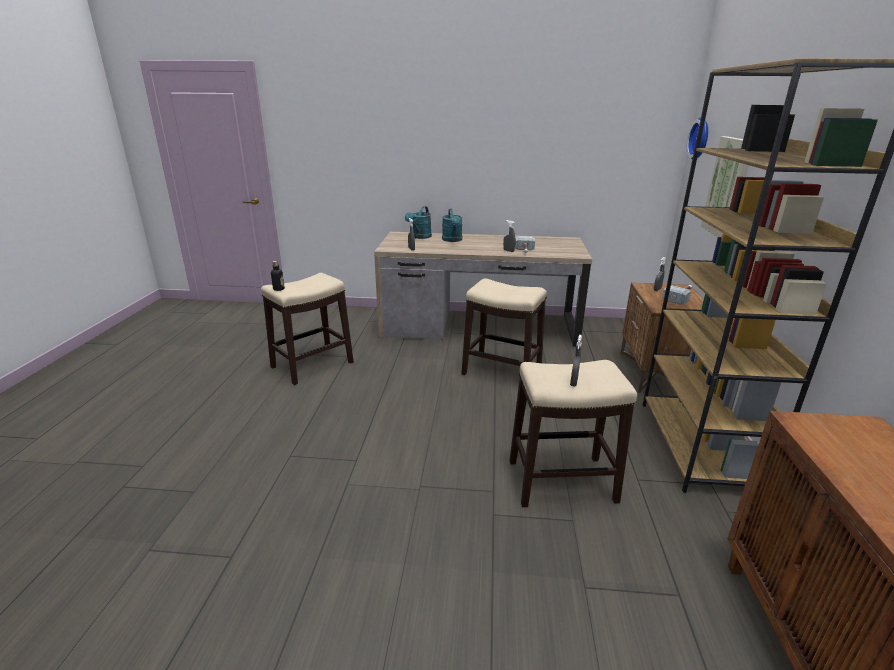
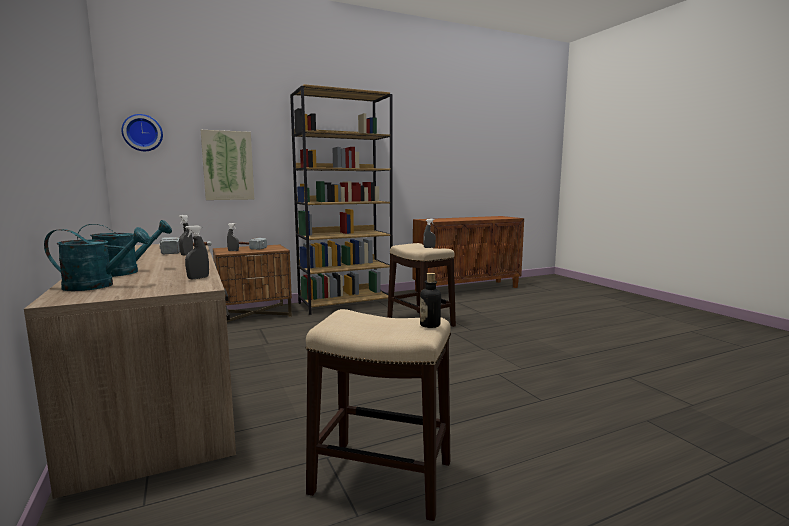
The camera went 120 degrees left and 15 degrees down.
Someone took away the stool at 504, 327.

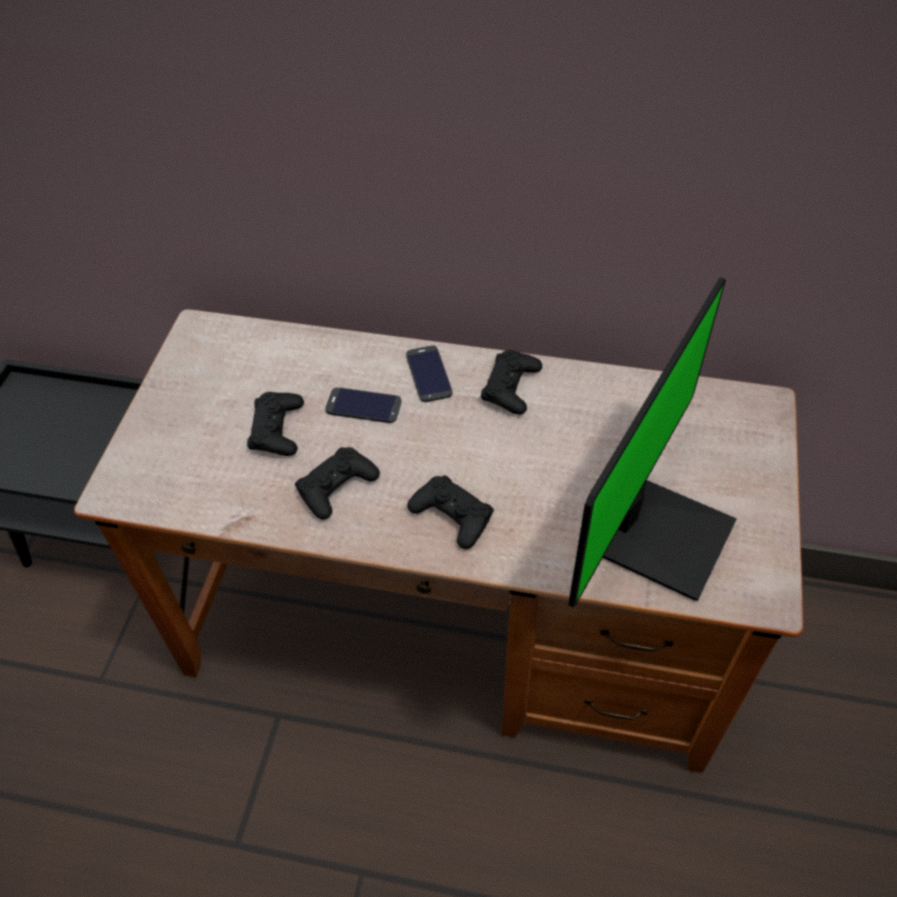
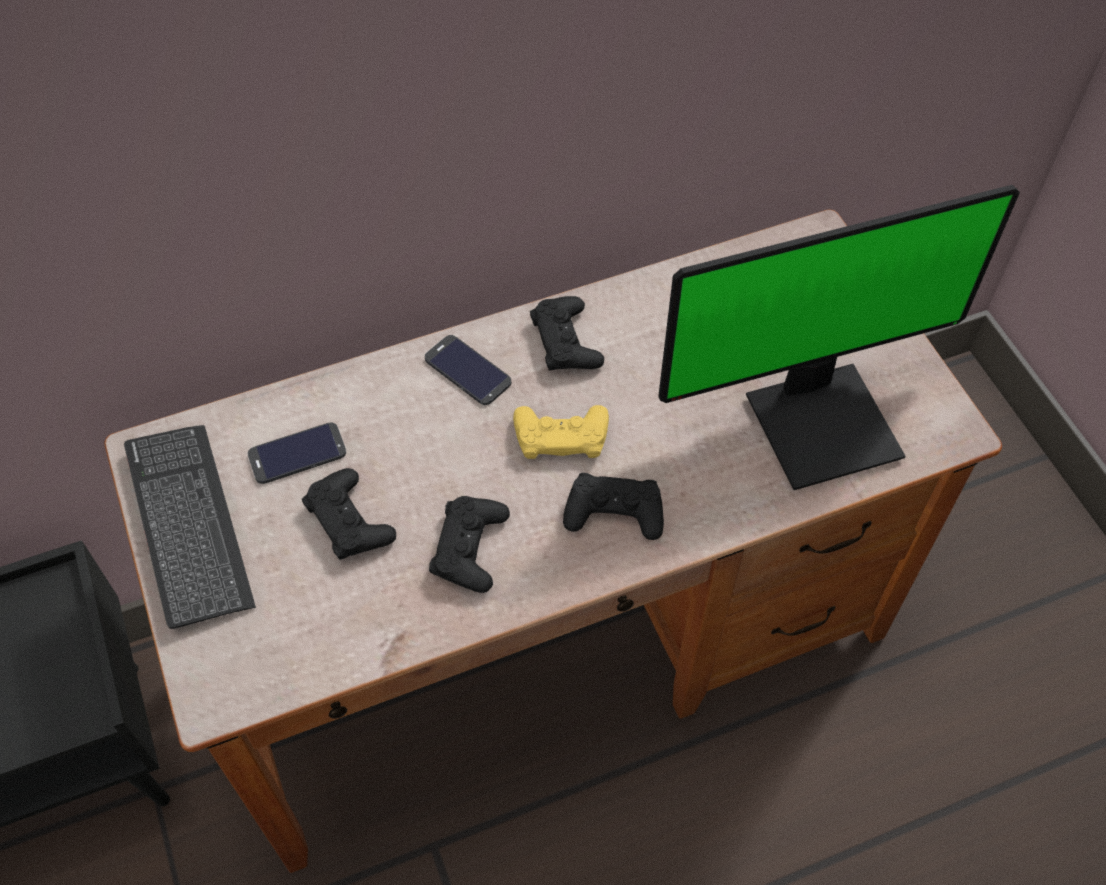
The camera went 35 degrees left and 5 degrees up.
Someone put down the keyboard at 190, 527.
Someone put down the yellow game controller at 561, 432.
Someone carried the phone from 363, 405 to 297, 453.
Someone rotated the monitor at 652, 442 by 75 degrees clockwise.

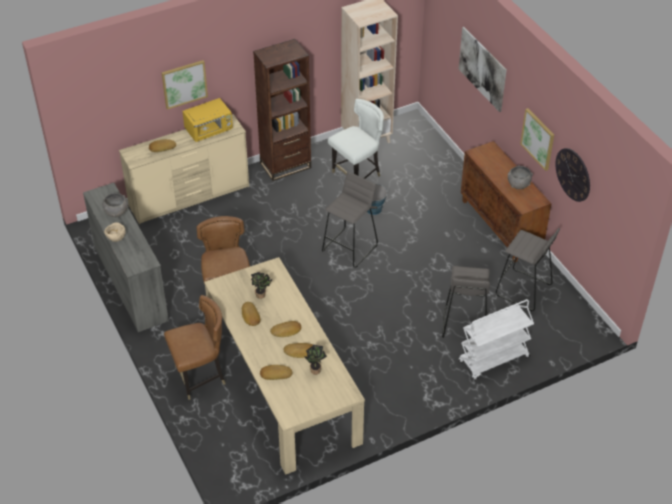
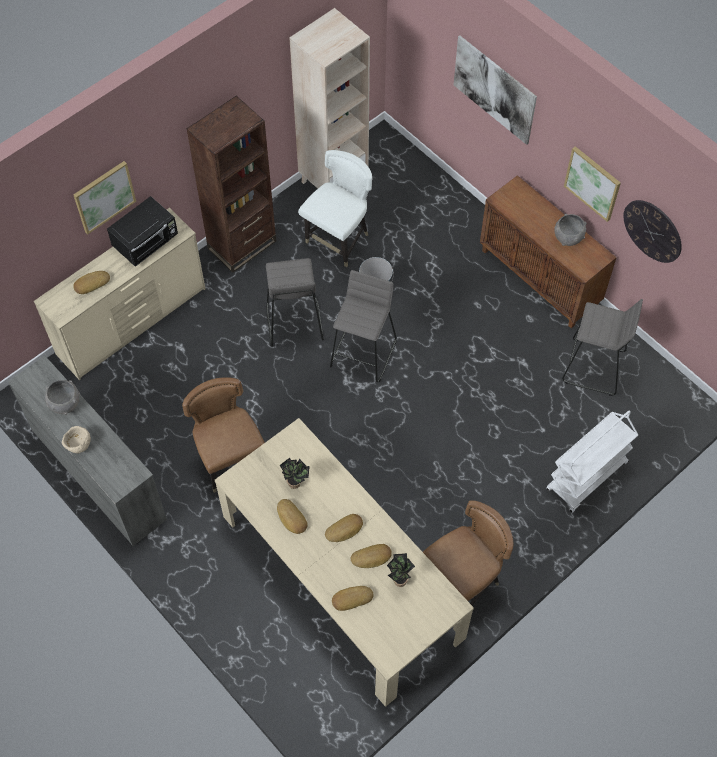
The camera went 15 degrees left and 15 degrees up.
Someone carried the brown chair from 195, 347 to 468, 553.
Someone carried the grey stool from 466, 302 to 295, 302.
Someone repainted the yellow microwave at 208, 120, which became the black microwave at 142, 231.

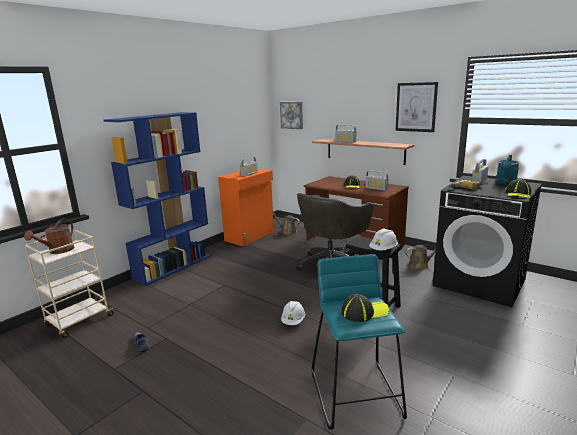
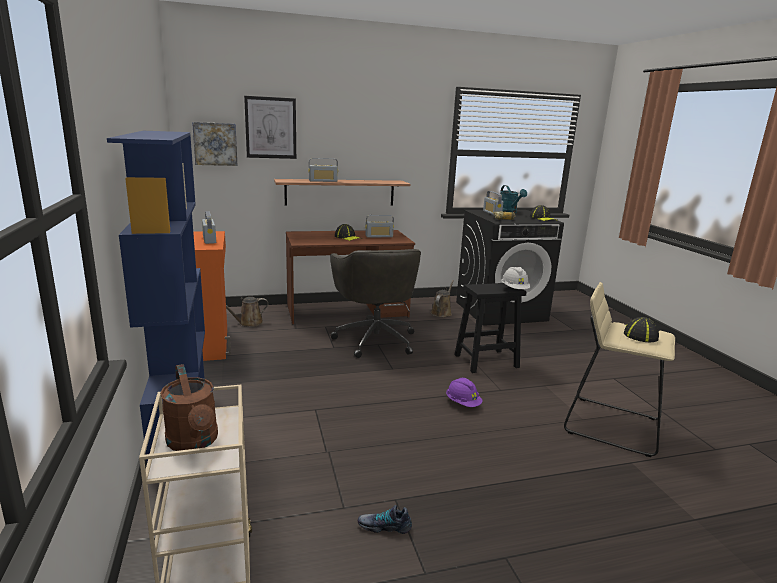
The camera went 55 degrees left and 0 degrees up.
Someone carried the picture from 417, 107 to 270, 127.
Someone repainted the white hard hat at 293, 313, which became the purple hard hat at 464, 392.
Someone repainted the turquoise stool at 359, 342, which became the beige stool at 619, 369.

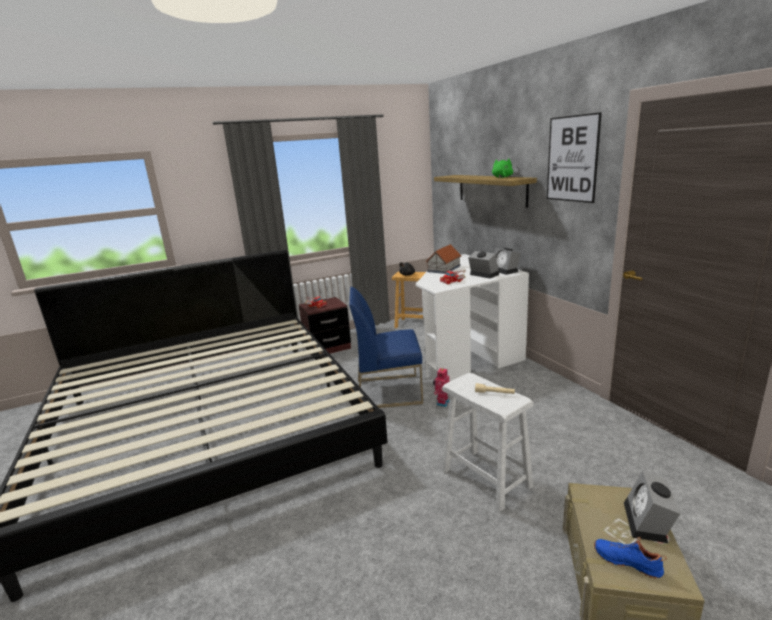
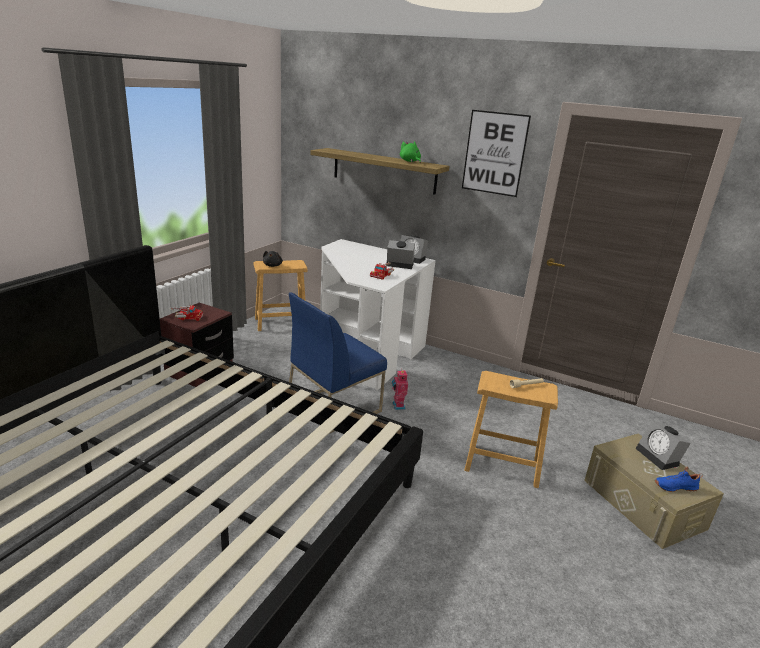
The camera went 40 degrees left and 5 degrees up.
Someone took away the toy house at 443, 259.
Someone repainted the white stool at 487, 442, which became the brown stool at 511, 429.

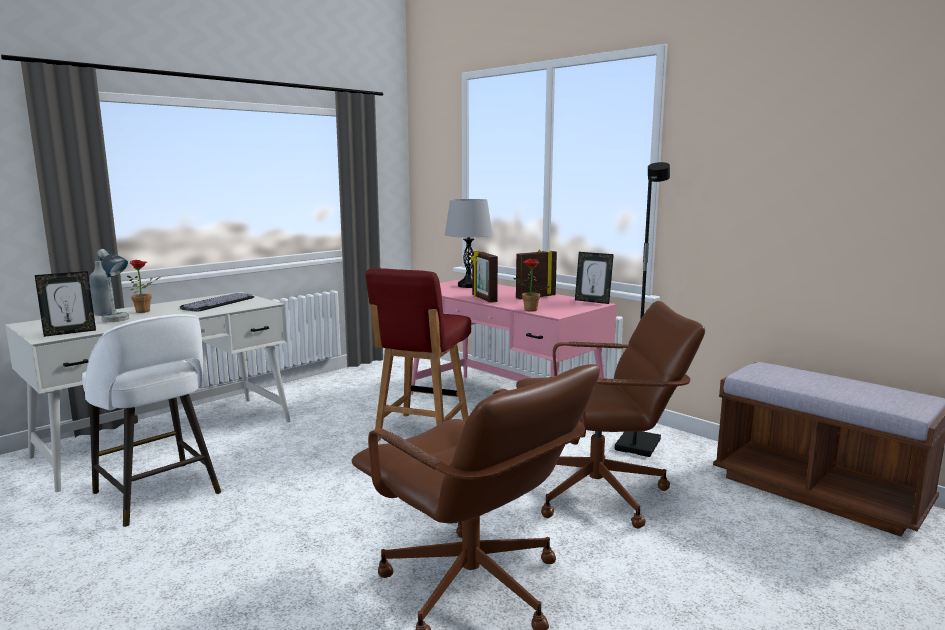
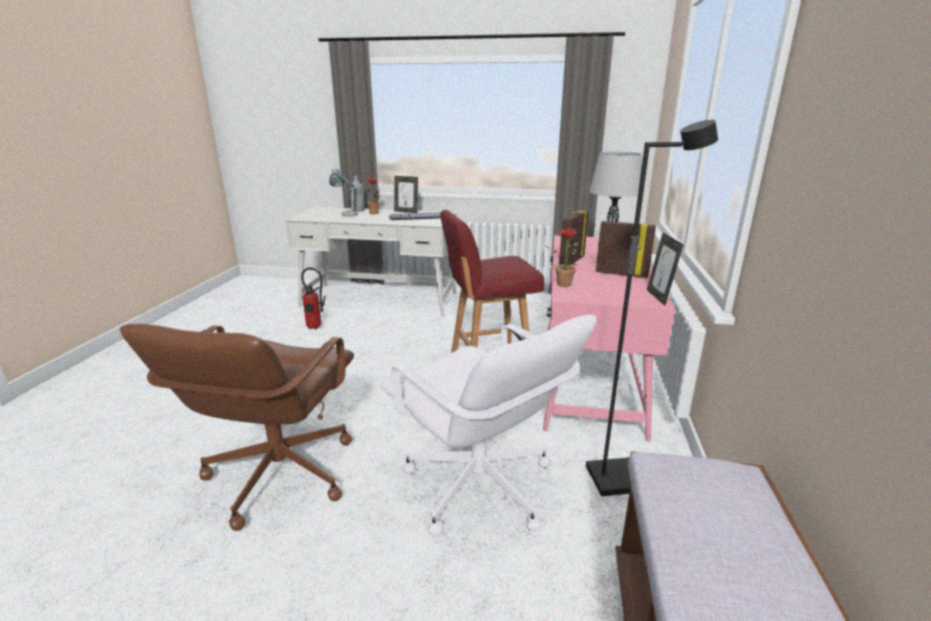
The camera went 55 degrees right and 10 degrees up.
Someone carried the picture frame from 65, 304 to 406, 194.
Someone swapped the white stool at 151, 420 for the fire extinguisher at 313, 298.
Someone repainted the brown office chair at 610, 414, which became the white office chair at 488, 425.

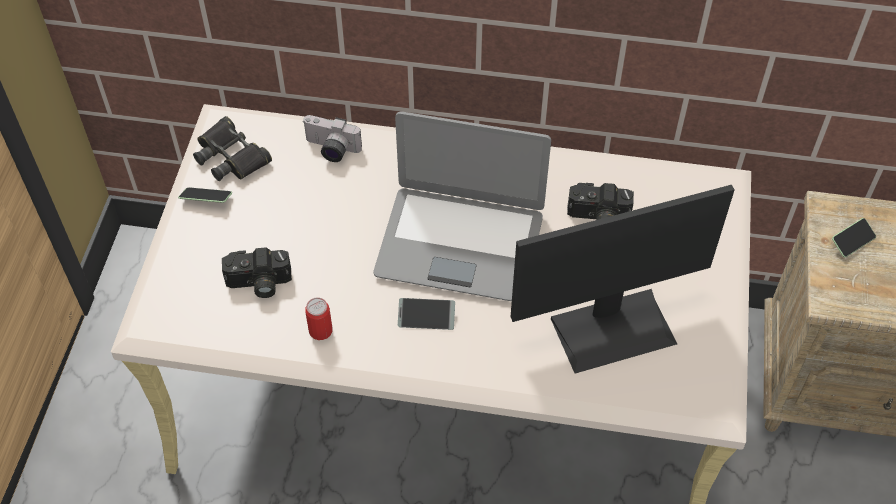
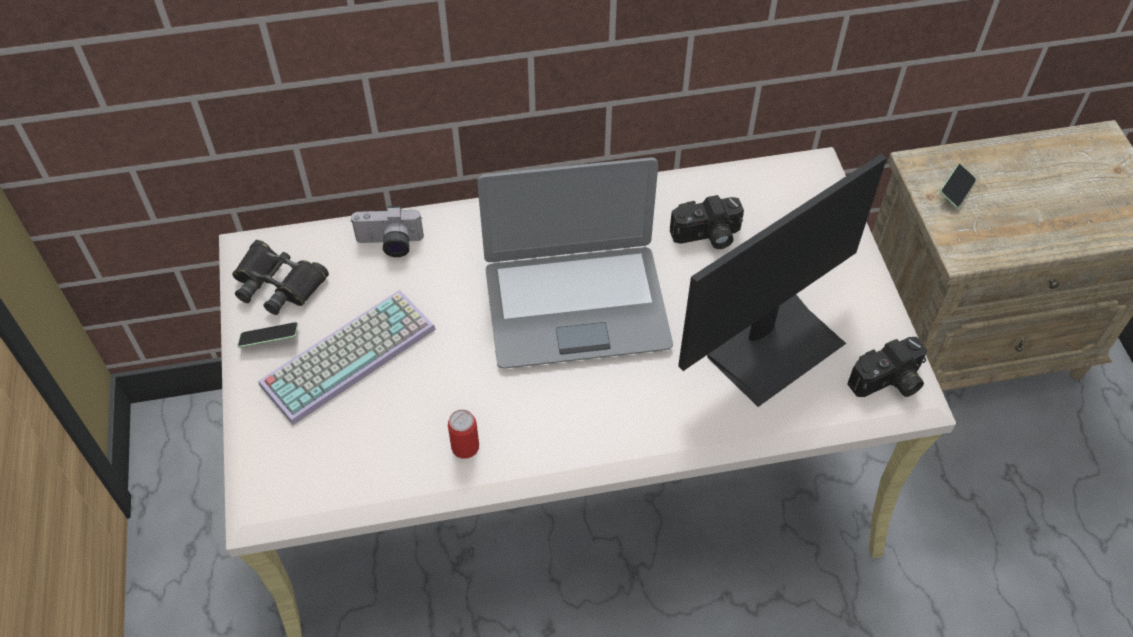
The camera went 20 degrees left and 0 degrees up.
Someone took away the phone at 426, 314.
Someone put down the keyboard at 347, 357.
Someone carried the photo camera from 257, 272 to 887, 367.

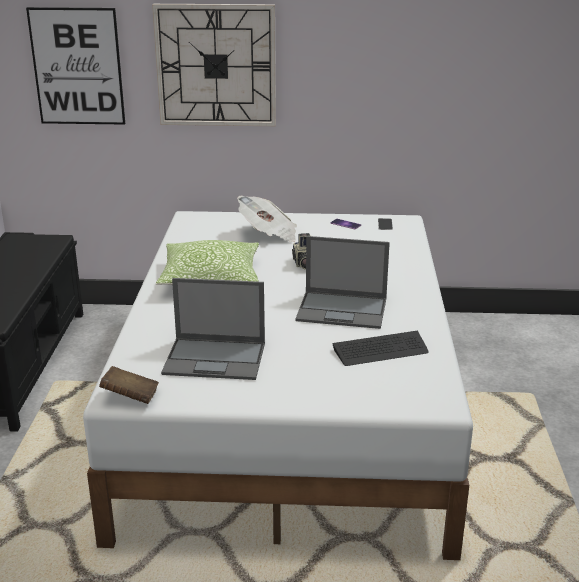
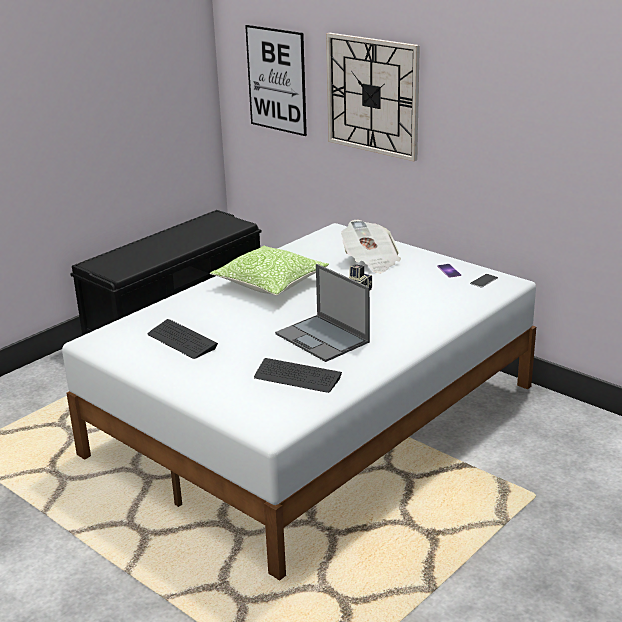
The camera went 40 degrees right and 0 degrees up.
Someone took away the brown book at 129, 385.
Someone swapped the laptop at 213, 329 for the keyboard at 183, 339.

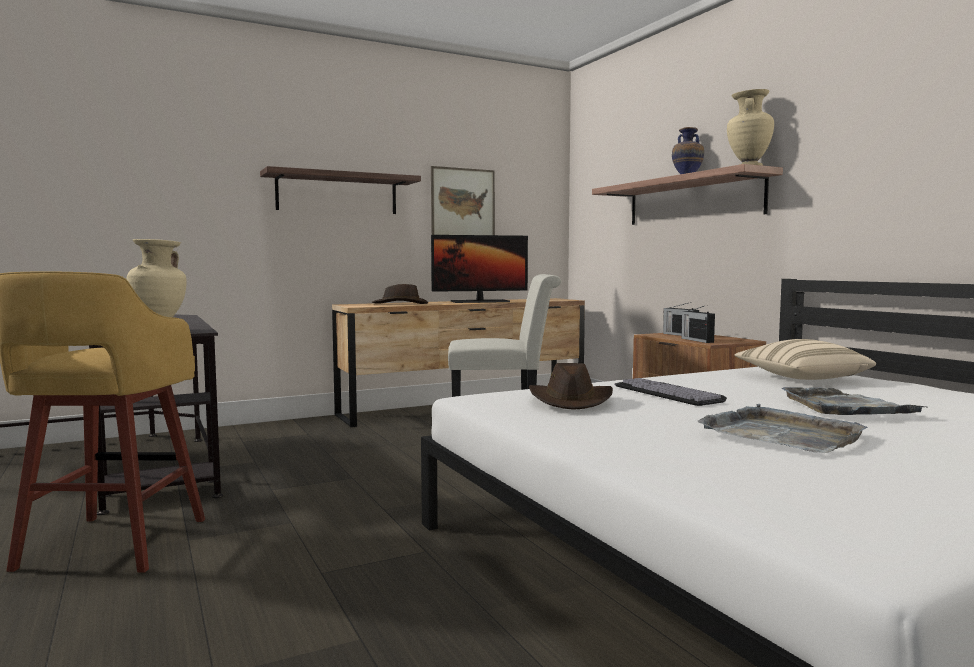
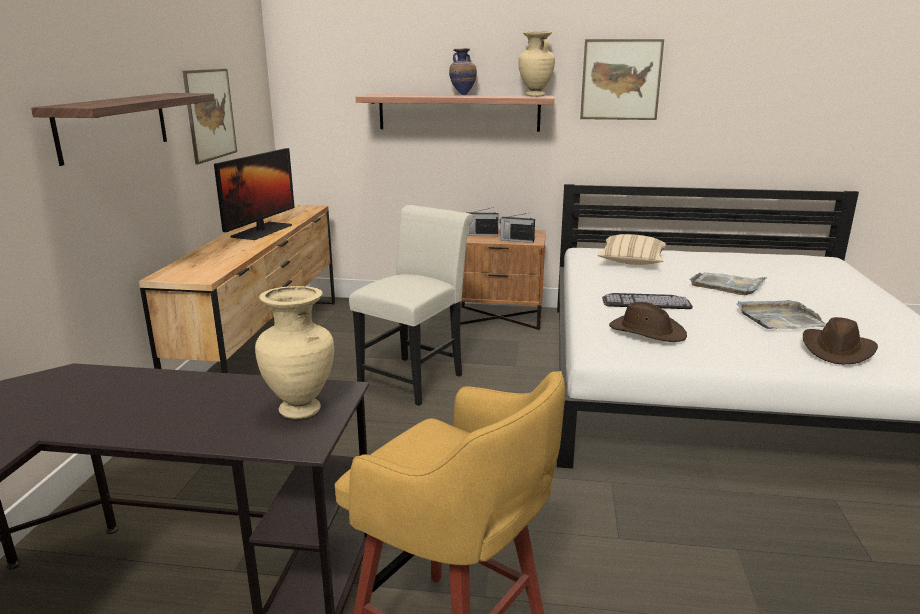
The camera went 55 degrees left and 15 degrees up.
Someone put up the picture at 622, 79.
Someone carried the brown hat from 400, 294 to 840, 340.

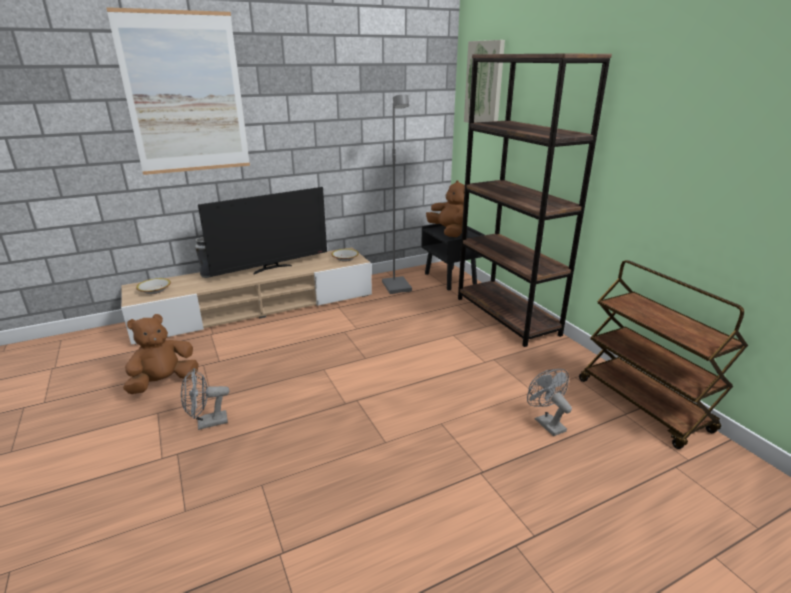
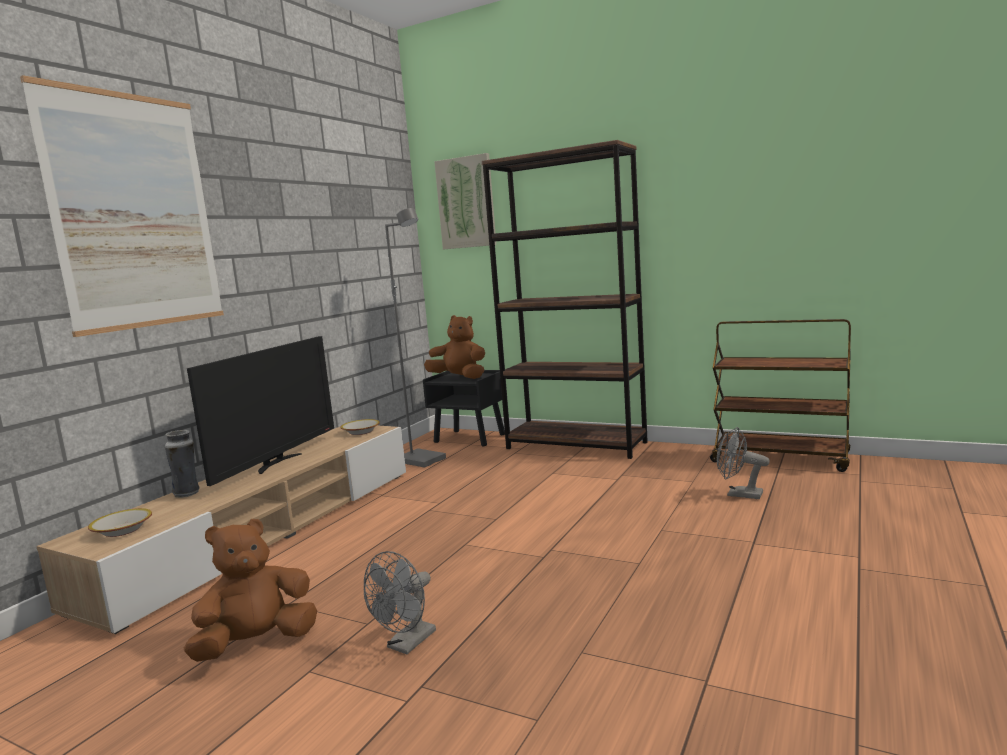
The camera went 35 degrees left and 15 degrees down.
Someone rotated the brown plush toy at 161, 354 by 45 degrees clockwise.

